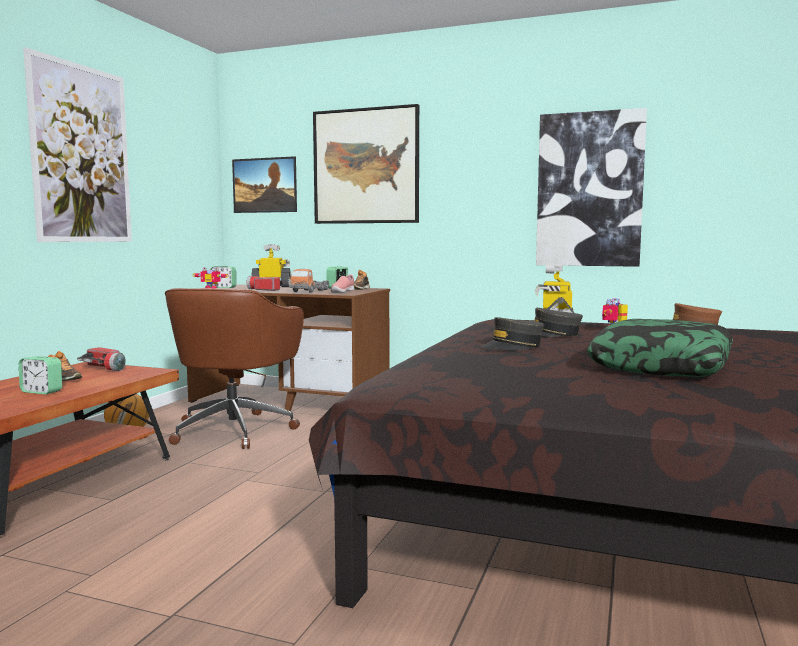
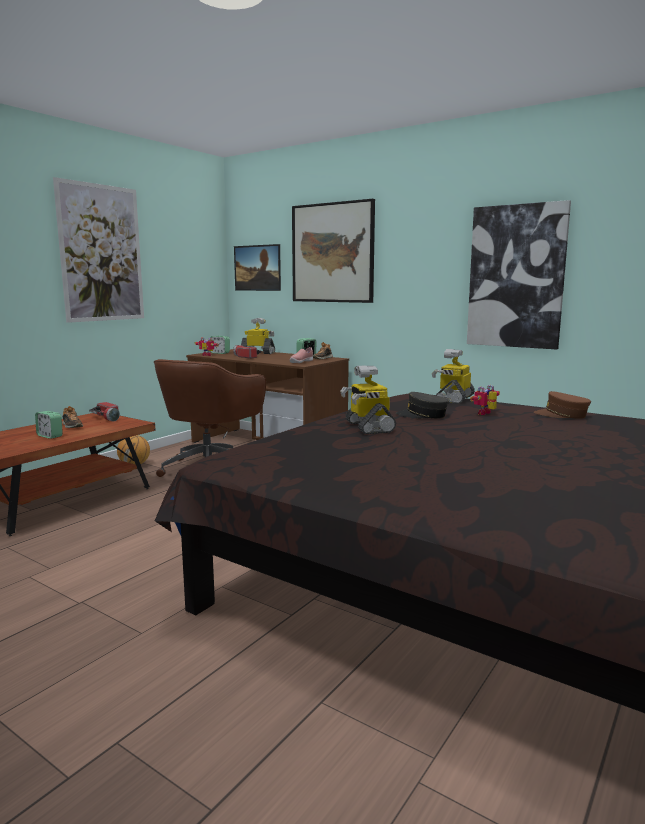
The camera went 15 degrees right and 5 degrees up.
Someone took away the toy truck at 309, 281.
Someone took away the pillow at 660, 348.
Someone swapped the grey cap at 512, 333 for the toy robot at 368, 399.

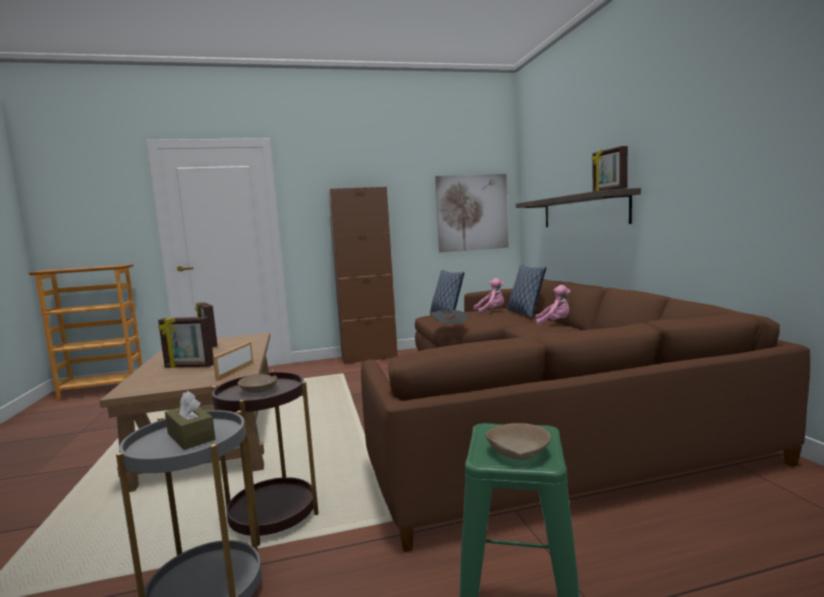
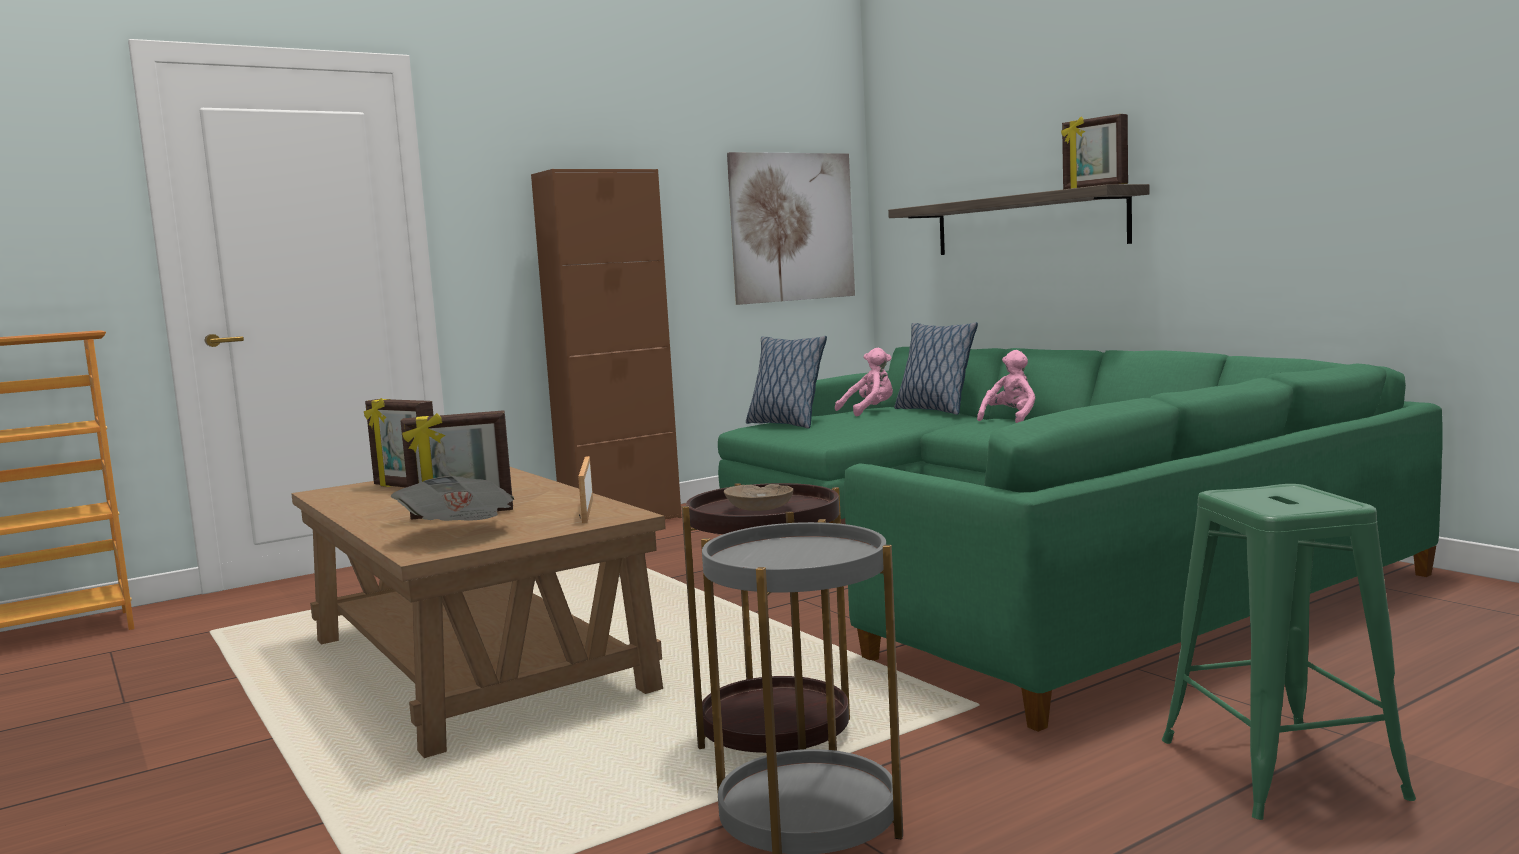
The camera went 20 degrees left and 0 degrees up.
Someone took away the brown tissue box at 190, 420.
Someone took away the beige bowl at 518, 441.
Someone carried the newspaper from 449, 316 to 452, 498.
Someone repainted the brown sofa at 585, 415, which became the green sofa at 1080, 539.
Someone rotated the pink plush toy at 552, 305 by 45 degrees counterclockwise.

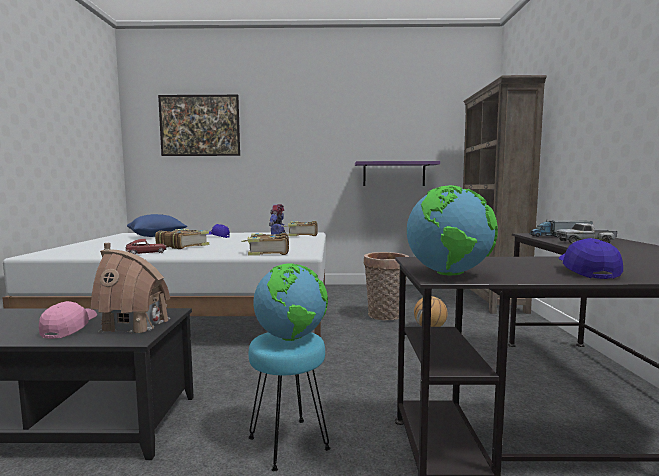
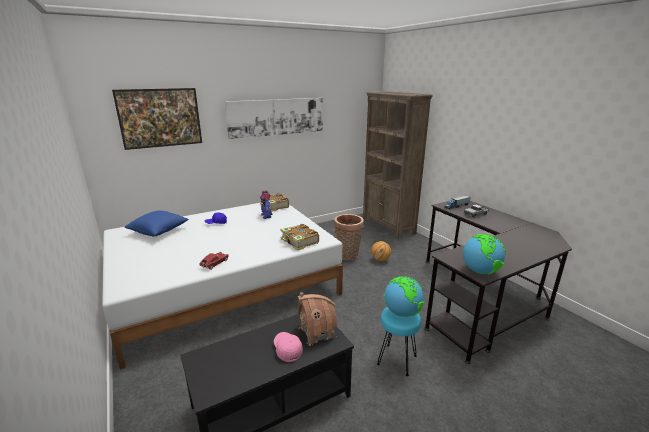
The camera went 30 degrees left and 15 degrees up.
Someone took away the book at 182, 239.
Someone took away the purple shelf at 397, 173.
Someone took away the blue cap at 591, 258.
Someone put up the picture at 274, 118.

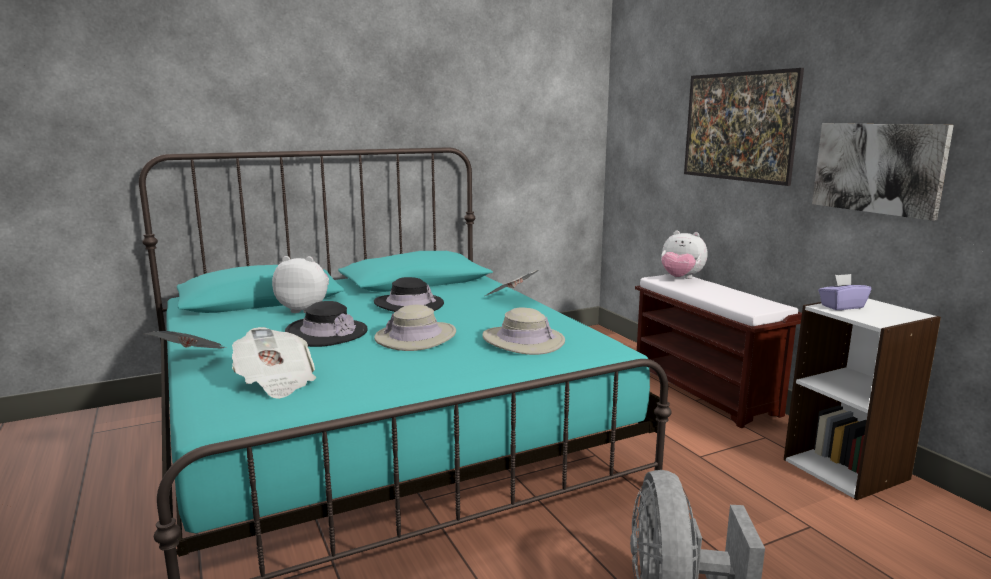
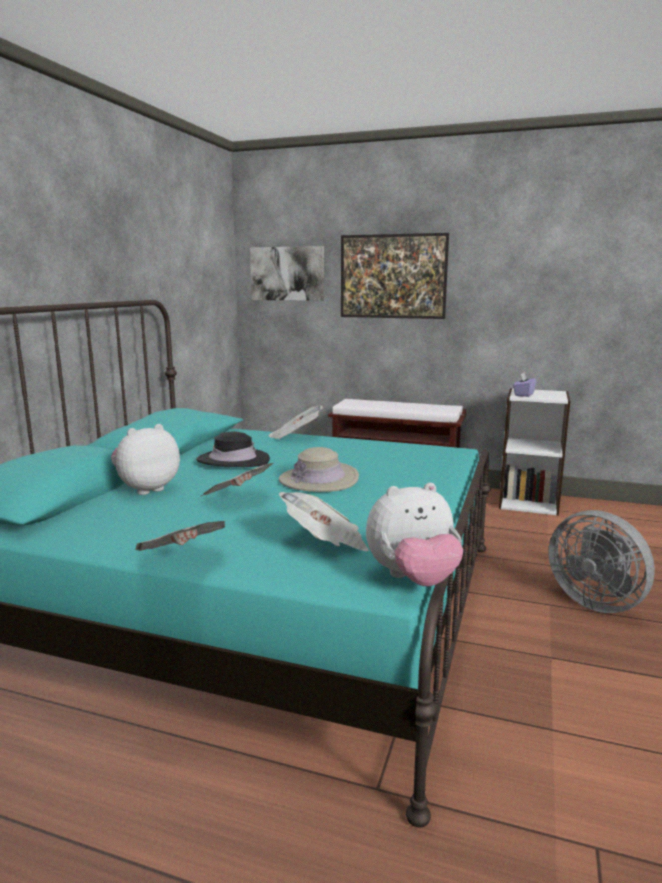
The camera went 45 degrees left and 0 degrees up.
Someone took away the beige hat at 523, 331.
Someone carried the plush toy from 684, 254 to 414, 534.
Someone carried the picture from 883, 172 to 287, 273.
Someone swapped the black hat at 326, 324 for the newspaper at 237, 479.

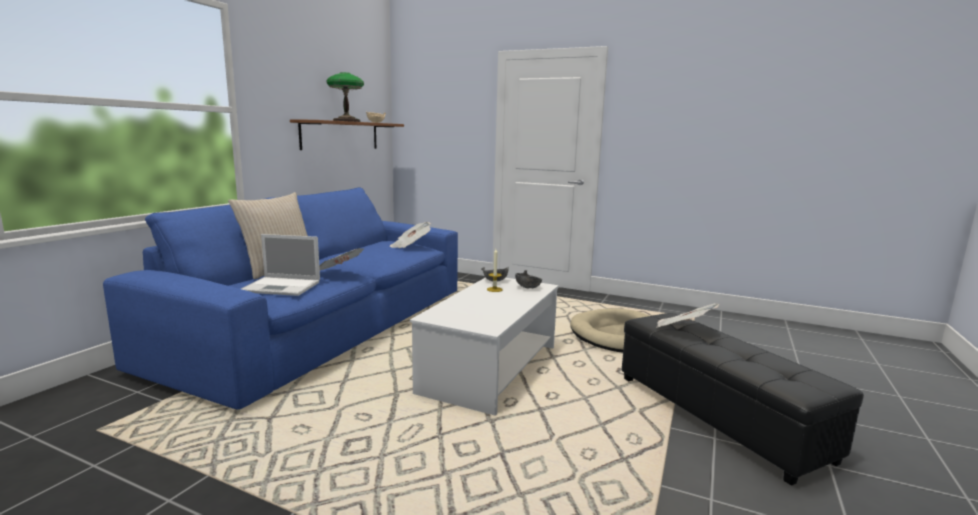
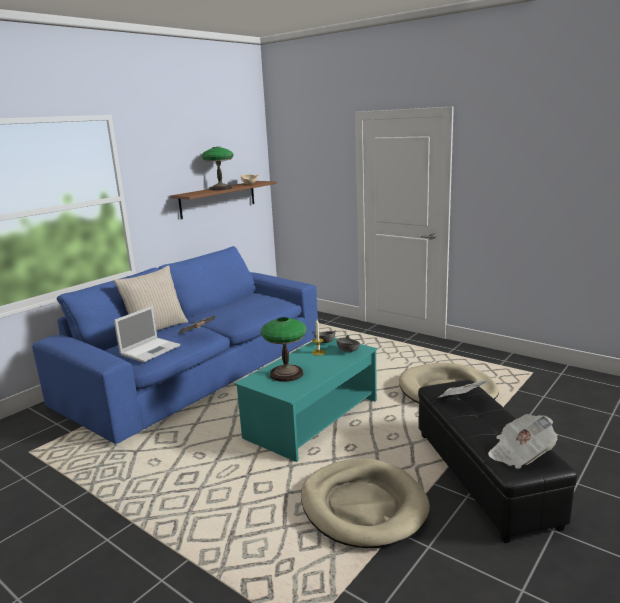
The camera went 15 degrees right and 5 degrees up.
Someone put down the table lamp at 284, 349.
Someone put down the beige dog bed at 365, 503.
Someone carried the newspaper from 410, 235 to 523, 441.
Someone repainted the white coffee table at 484, 346, which became the turquoise coffee table at 306, 400.
Someone rotated the laptop at 280, 265 by 75 degrees counterclockwise.

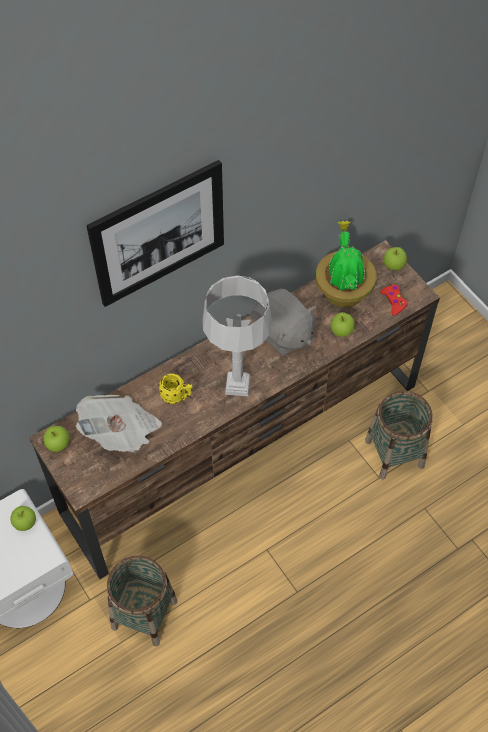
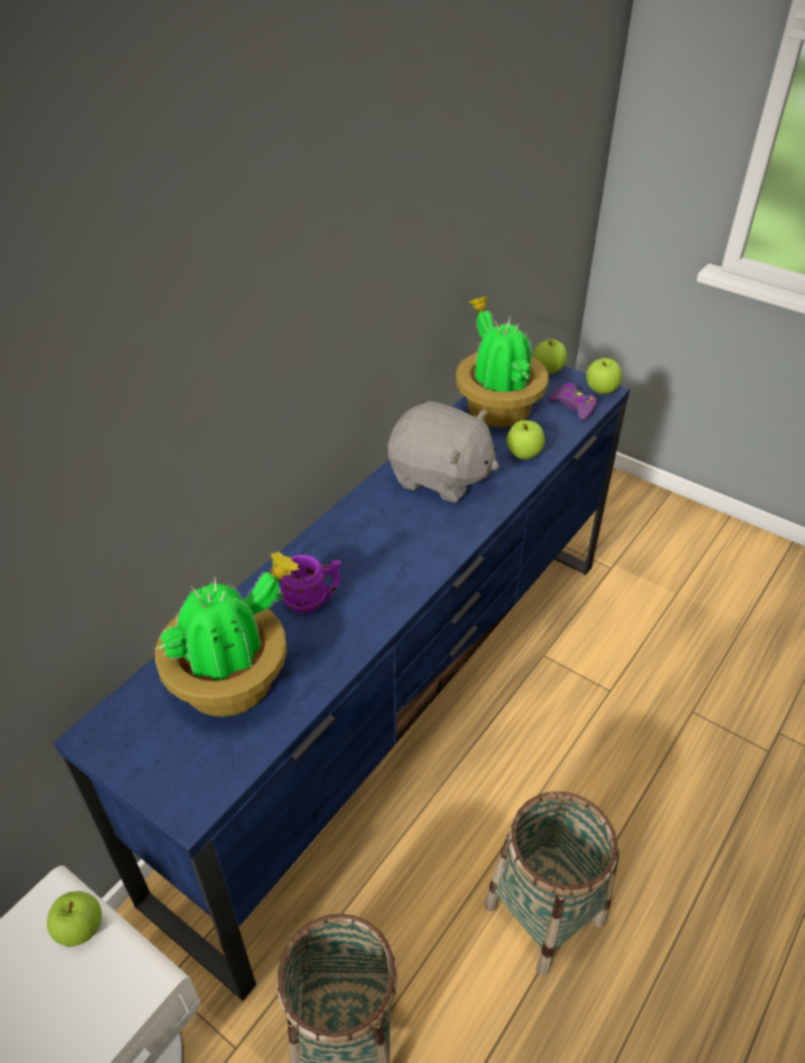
The camera went 20 degrees left and 15 degrees down.
Someone took away the picture at 155, 233.
Someone took away the grey table lamp at 237, 336.
Someone carried the apple from 56, 439 to 604, 376.
Someone carried the basket from 399, 435 to 551, 883.
Someone swapped the newspaper at 118, 424 for the potted plant at 227, 634.
Someone repainted the brown tv stand at 234, 409, which became the blue tv stand at 341, 677.
Someone repainted the yellow mug at 175, 388, which became the purple mug at 310, 584.
Someone repainted the red game controller at 394, 300, which became the purple game controller at 573, 402.

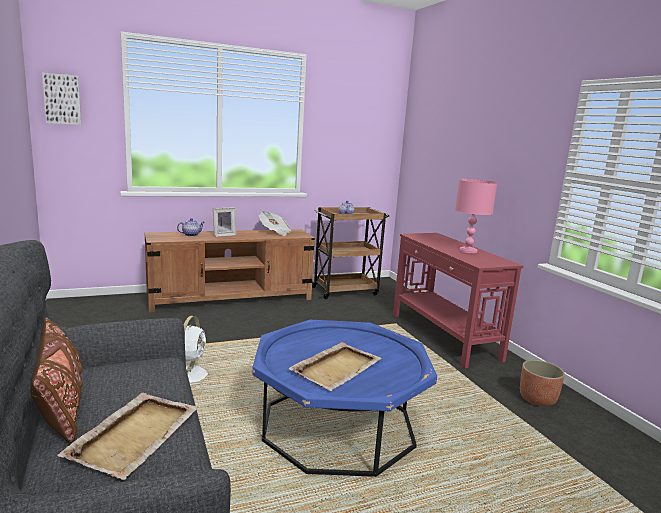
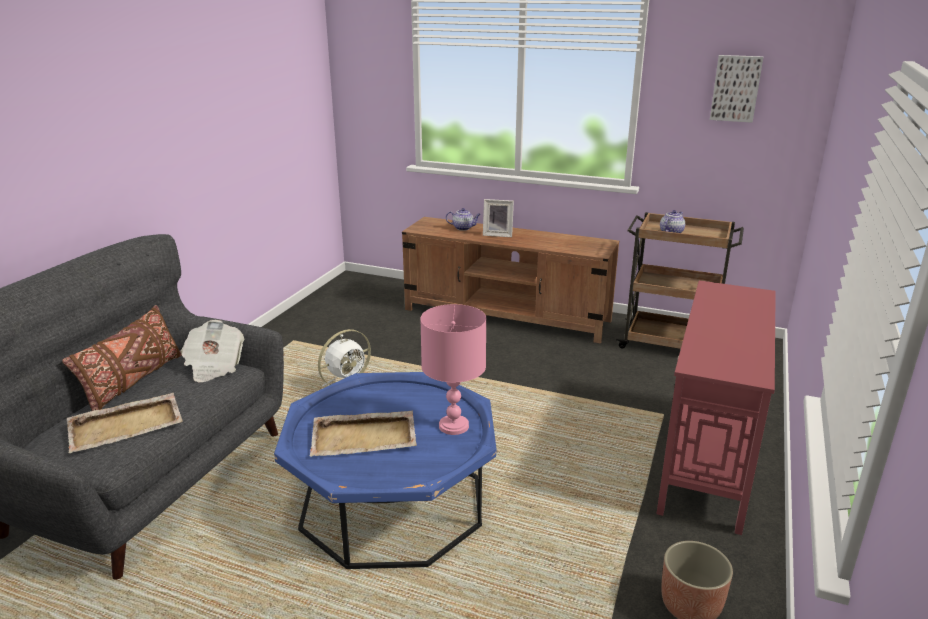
The camera went 45 degrees right and 10 degrees up.
Someone carried the picture from 62, 99 to 737, 89.
Someone carried the newspaper from 275, 223 to 212, 351.
Someone carried the pink table lamp from 476, 216 to 453, 369.

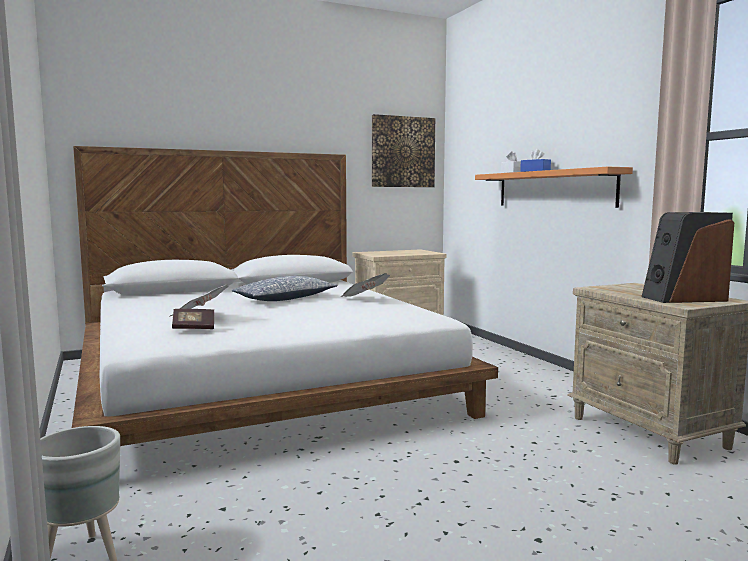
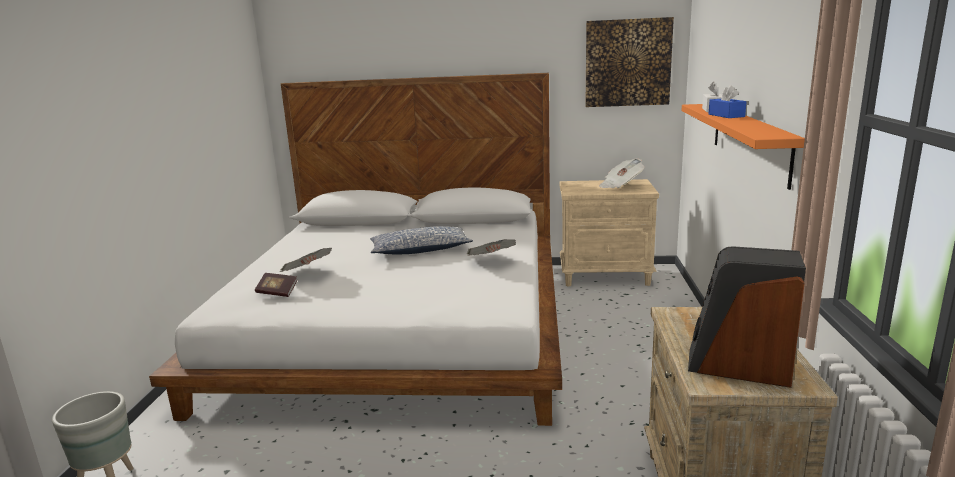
The camera went 30 degrees right and 10 degrees up.
Someone put down the newspaper at 622, 173.

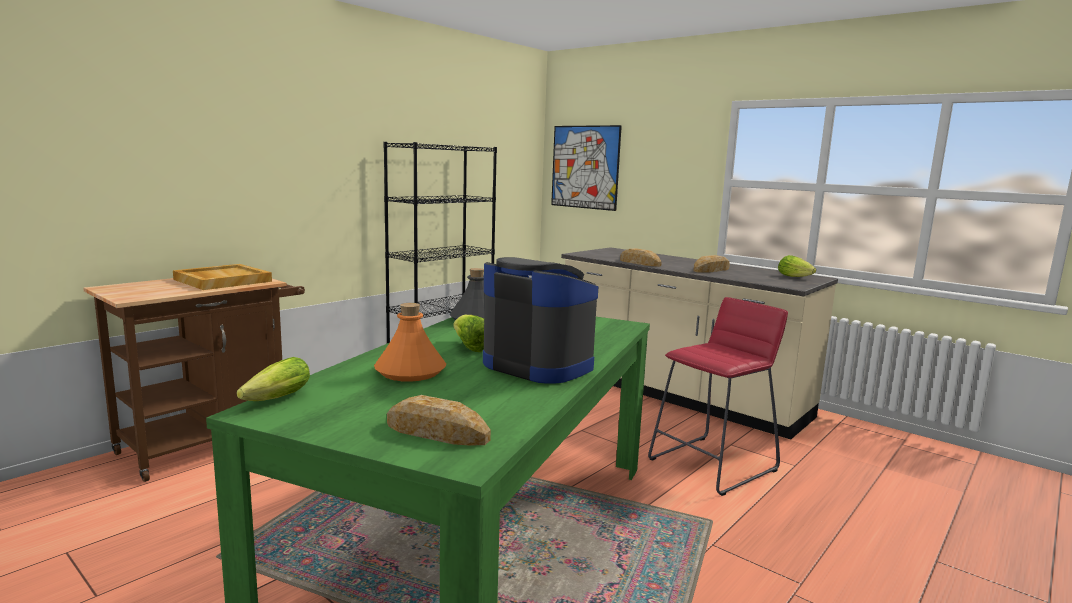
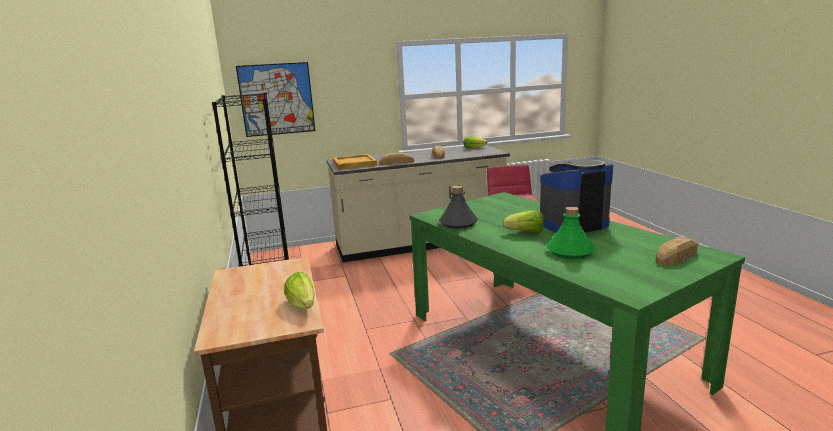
The camera went 55 degrees left and 5 degrees up.
Someone carried the beige tray from 222, 277 to 355, 162.
Someone carried the lettuce from 273, 379 to 299, 291.
Someone repainted the orange bottle at 410, 342, which became the green bottle at 571, 233.

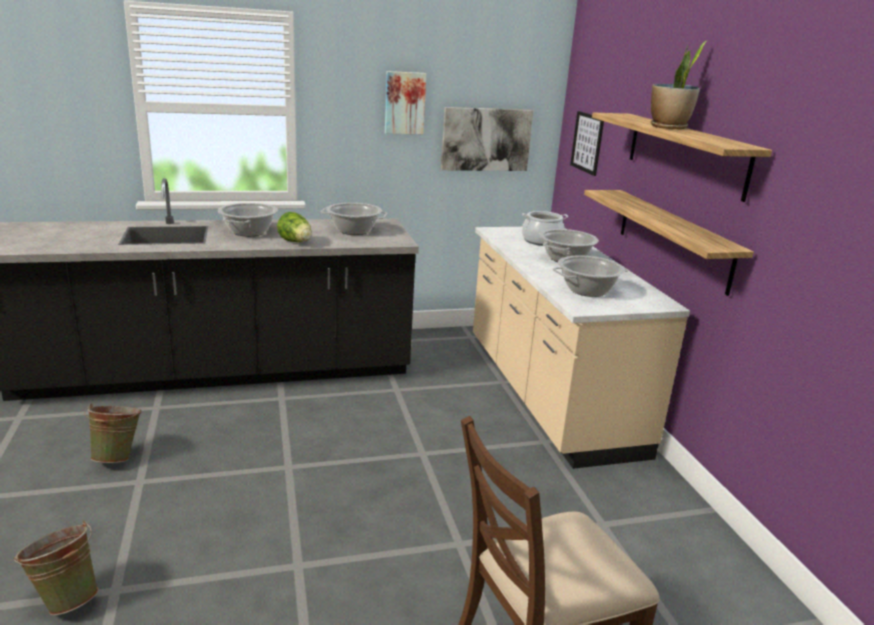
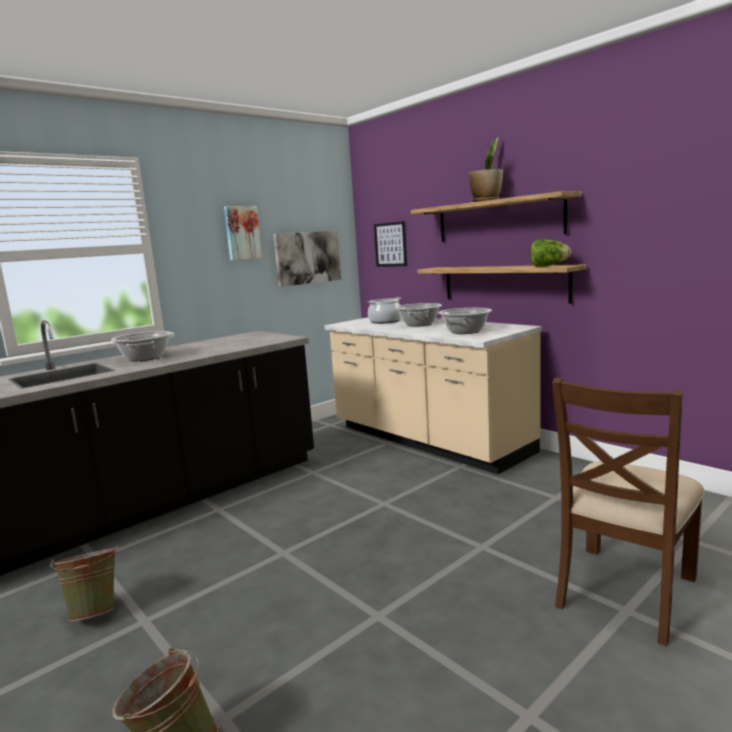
The camera went 25 degrees left and 10 degrees down.
Someone took away the cooking pot at 354, 219.
Someone carried the lettuce from 294, 227 to 551, 253.

